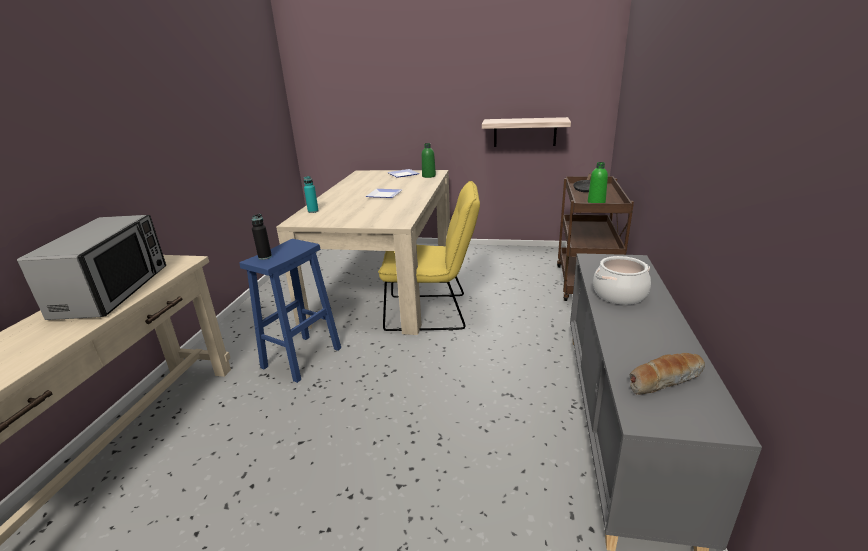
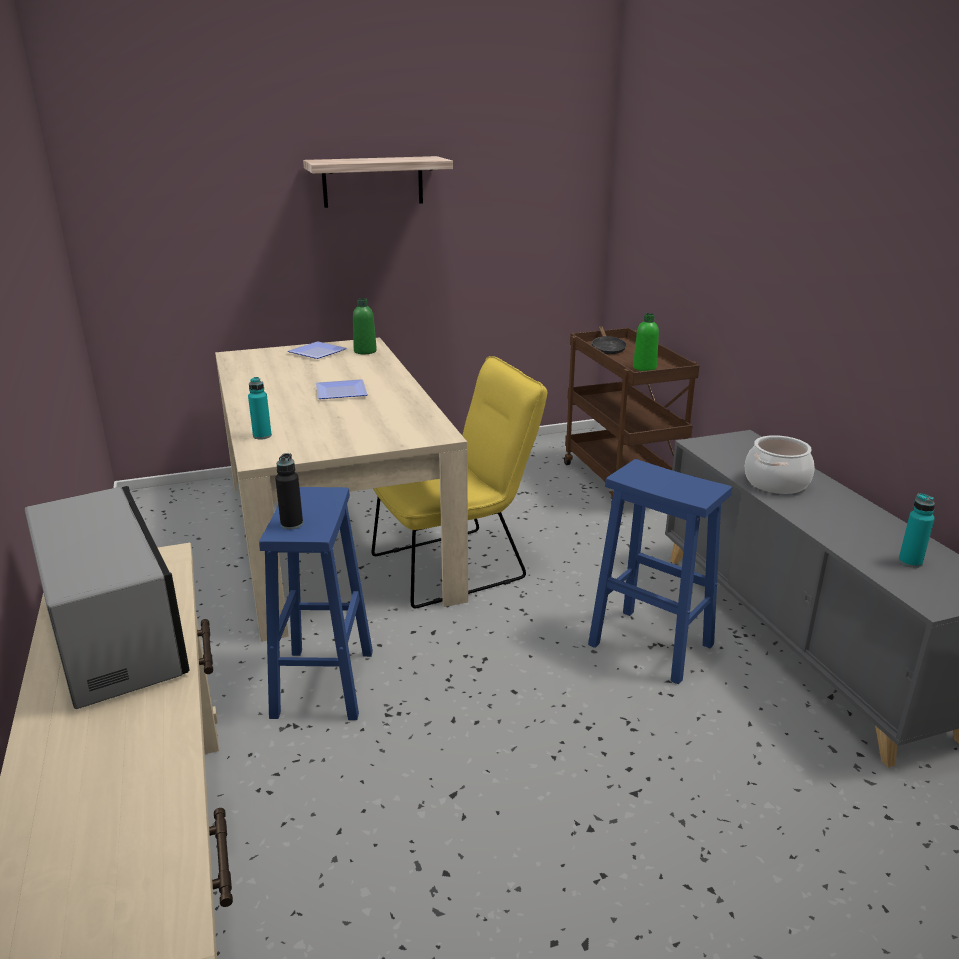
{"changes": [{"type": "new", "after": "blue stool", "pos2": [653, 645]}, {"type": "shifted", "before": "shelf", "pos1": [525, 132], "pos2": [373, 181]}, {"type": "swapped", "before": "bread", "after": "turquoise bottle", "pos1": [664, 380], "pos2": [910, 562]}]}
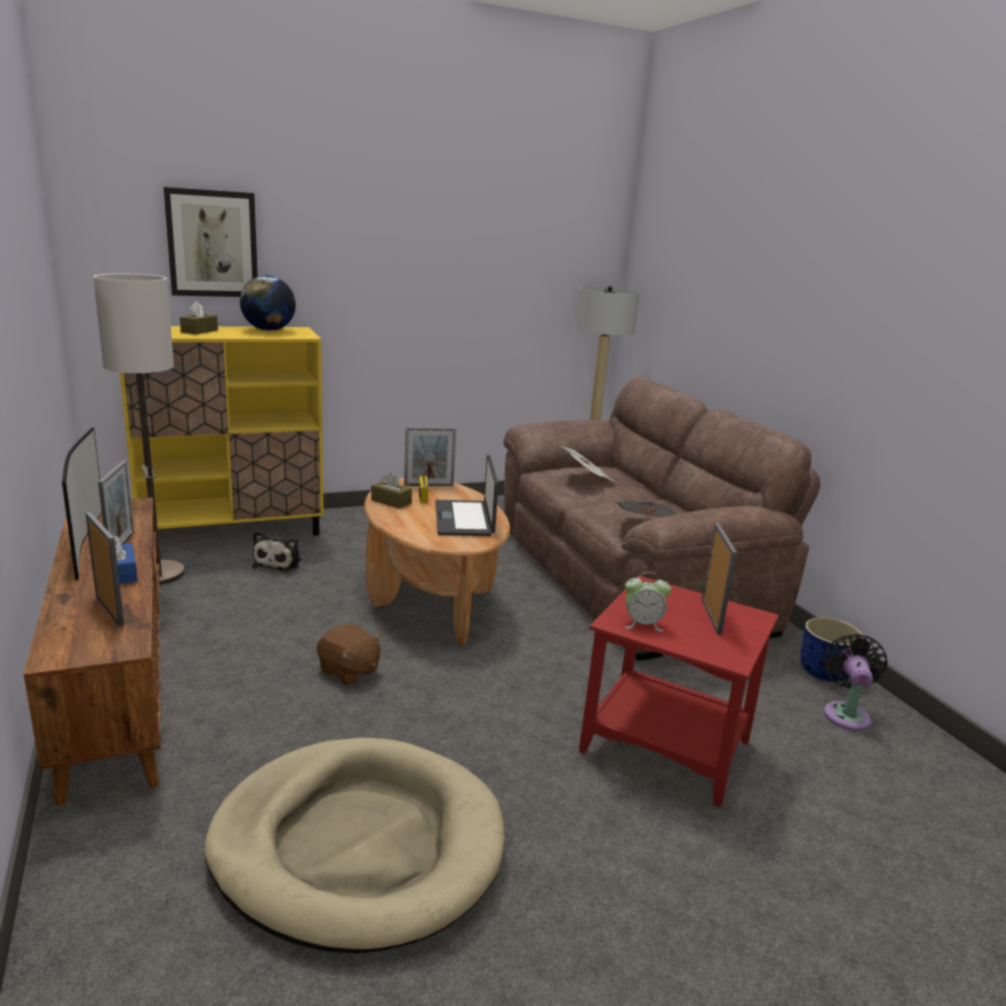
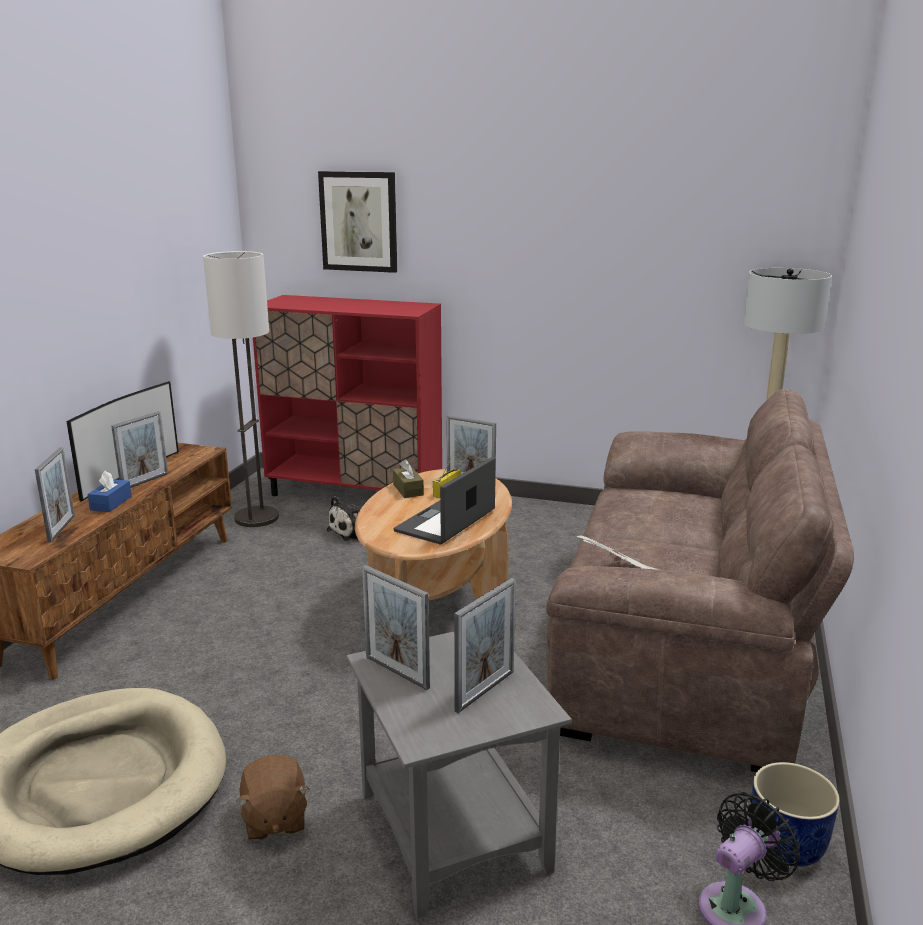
{"changes": [{"type": "gone", "before": "brown tissue box", "pos1": [199, 331]}, {"type": "gone", "before": "globe", "pos1": [268, 330]}, {"type": "gone", "before": "newspaper", "pos1": [586, 478]}, {"type": "shifted", "before": "brown plush toy", "pos1": [349, 672], "pos2": [274, 819]}, {"type": "swapped", "before": "alarm clock", "after": "picture frame", "pos1": [642, 624], "pos2": [397, 672]}, {"type": "repainted", "before": "yellow cabinet", "after": "red cabinet", "pos1": [233, 530], "pos2": [355, 493]}, {"type": "repainted", "before": "red side table", "after": "grey side table", "pos1": [664, 747], "pos2": [450, 832]}]}
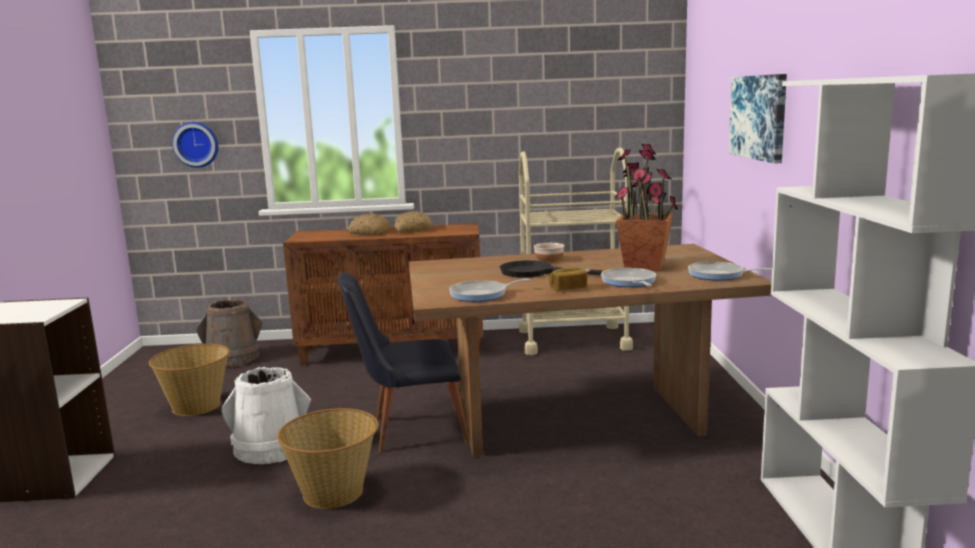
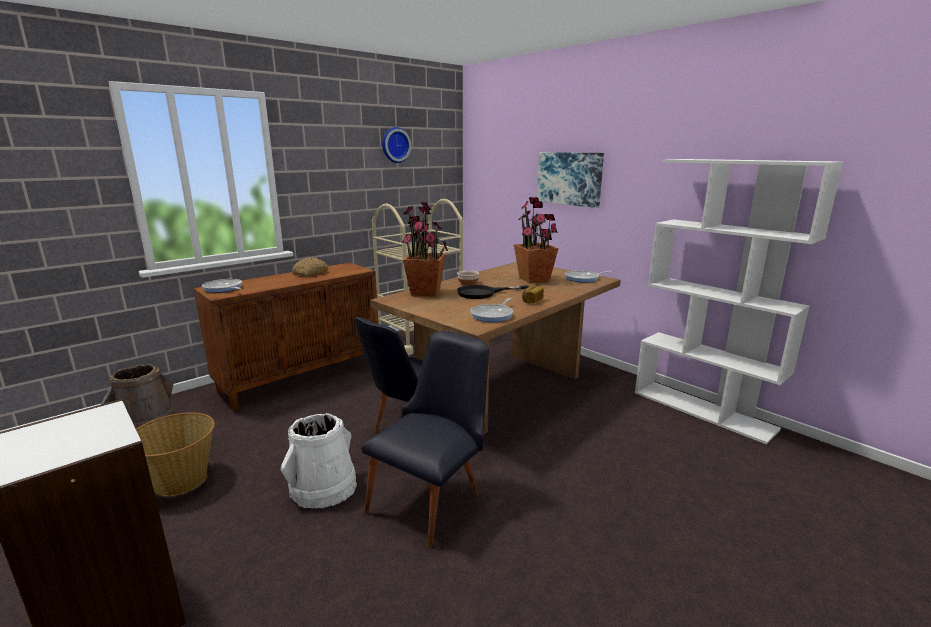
{"changes": [{"type": "gone", "before": "bread", "pos1": [369, 232]}, {"type": "new", "after": "potted plant", "pos2": [425, 292]}, {"type": "shifted", "before": "wall clock", "pos1": [197, 144], "pos2": [395, 145]}, {"type": "shifted", "before": "frying pan", "pos1": [629, 282], "pos2": [223, 289]}, {"type": "swapped", "before": "basket", "after": "black chair", "pos1": [334, 492], "pos2": [432, 498]}]}
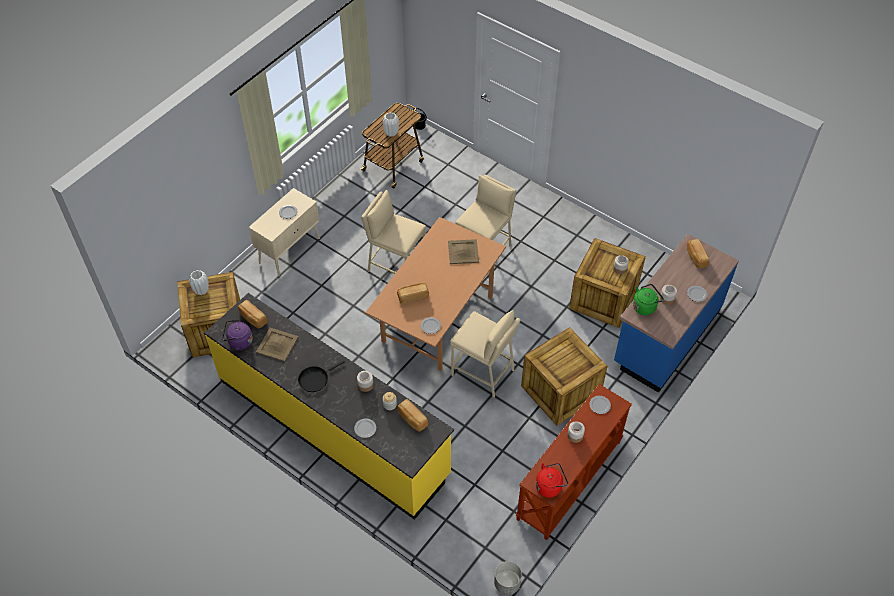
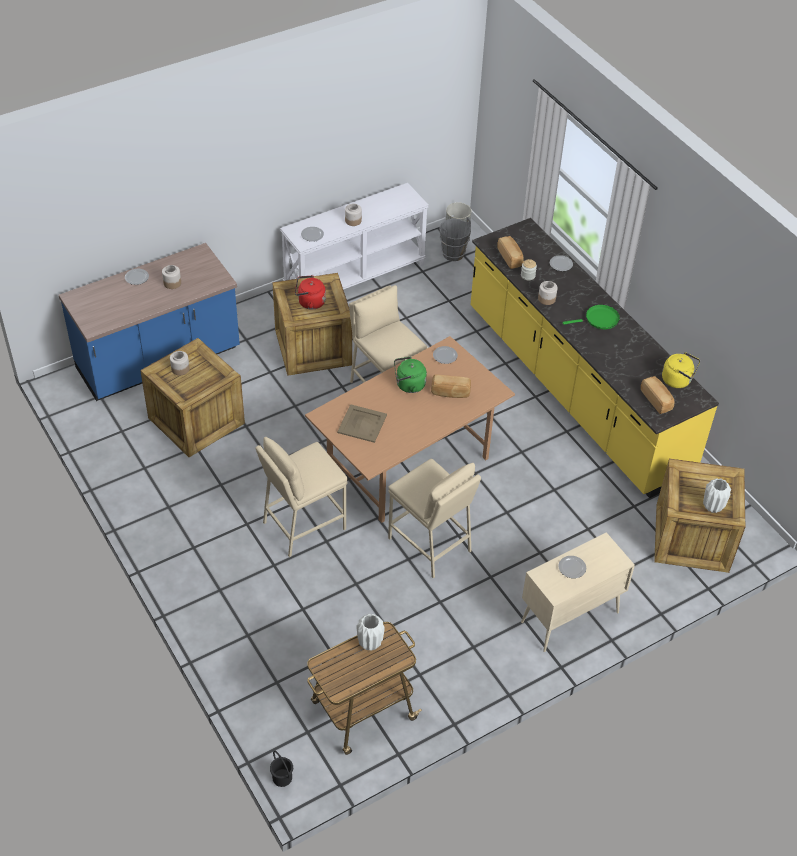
{"changes": [{"type": "gone", "before": "beige tray", "pos1": [277, 344]}, {"type": "gone", "before": "bread", "pos1": [695, 257]}, {"type": "new", "after": "grey bucket", "pos2": [453, 254]}, {"type": "shifted", "before": "red kettle", "pos1": [550, 486], "pos2": [309, 302]}, {"type": "shifted", "before": "green kettle", "pos1": [645, 306], "pos2": [408, 385]}, {"type": "repainted", "before": "purple kettle", "after": "yellow kettle", "pos1": [239, 342], "pos2": [678, 380]}, {"type": "repainted", "before": "black frying pan", "after": "green frying pan", "pos1": [315, 379], "pos2": [599, 319]}, {"type": "repainted", "before": "brown console table", "after": "white console table", "pos1": [570, 480], "pos2": [354, 276]}]}
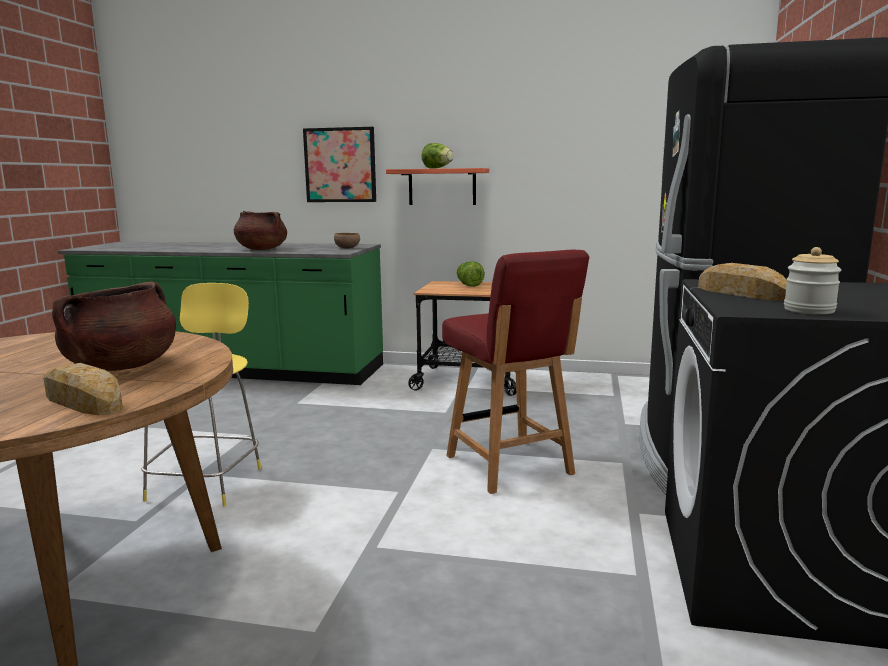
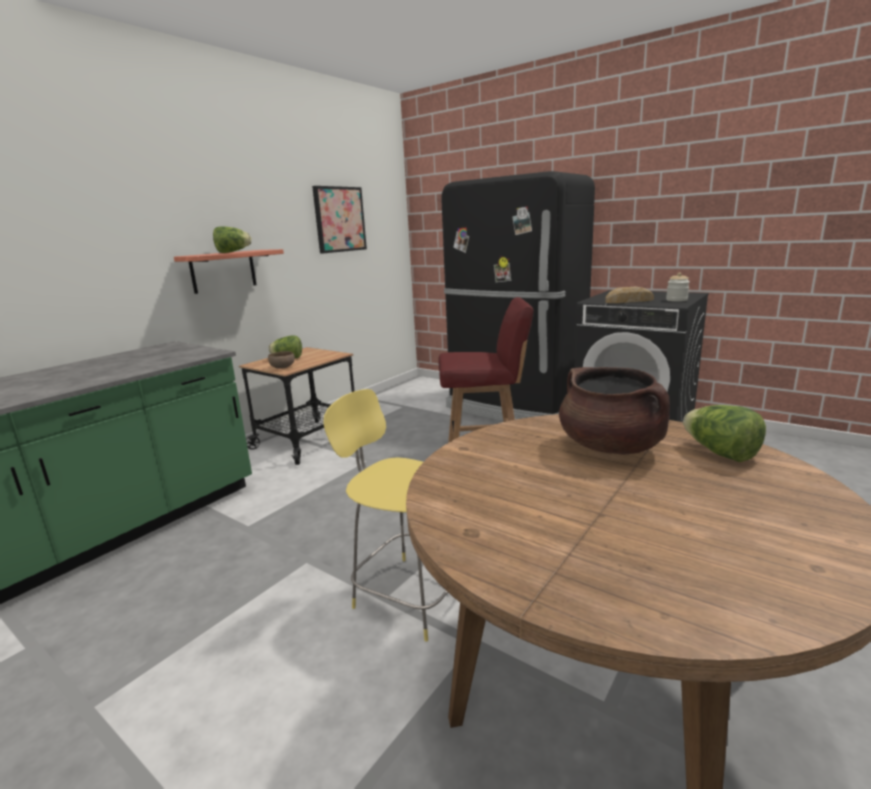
{"changes": [{"type": "gone", "before": "brown cooking pot", "pos1": [261, 249]}, {"type": "shifted", "before": "picture", "pos1": [340, 165], "pos2": [339, 219]}, {"type": "shifted", "before": "brown bowl", "pos1": [348, 248], "pos2": [283, 367]}, {"type": "swapped", "before": "bread", "after": "lettuce", "pos1": [83, 401], "pos2": [720, 453]}]}
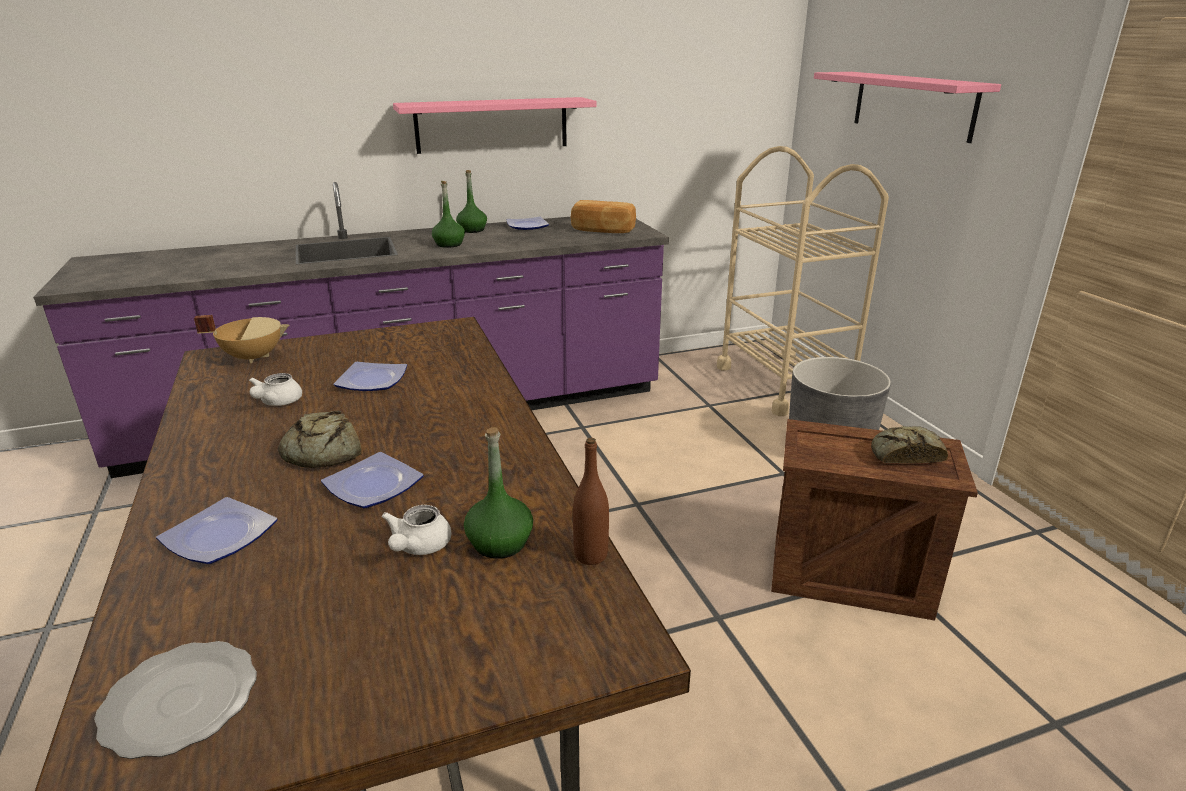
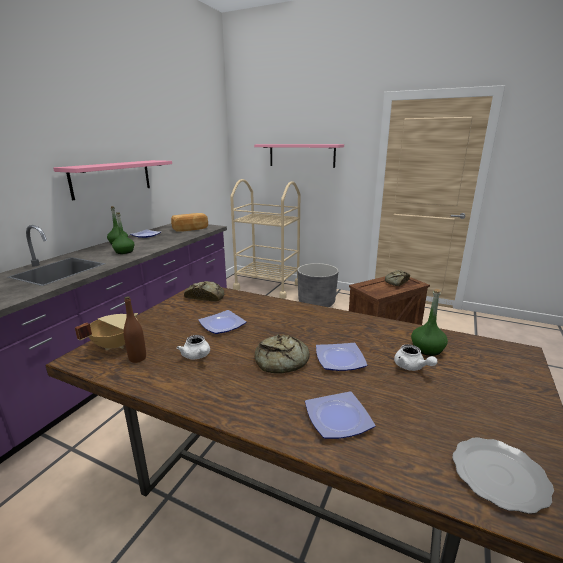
{"changes": [{"type": "new", "after": "bread", "pos2": [205, 296]}, {"type": "shifted", "before": "brown bottle", "pos1": [591, 555], "pos2": [137, 358]}]}
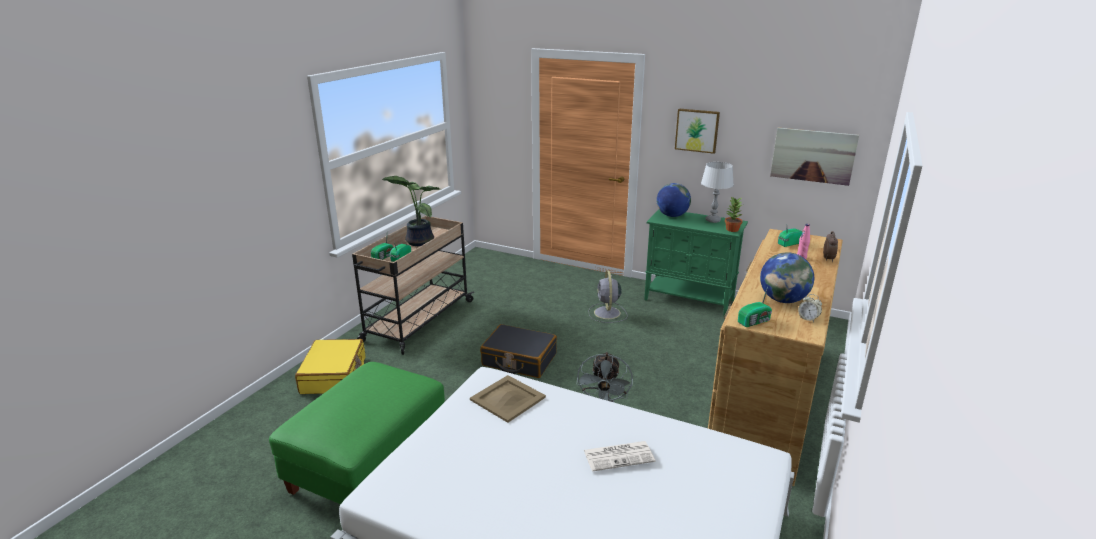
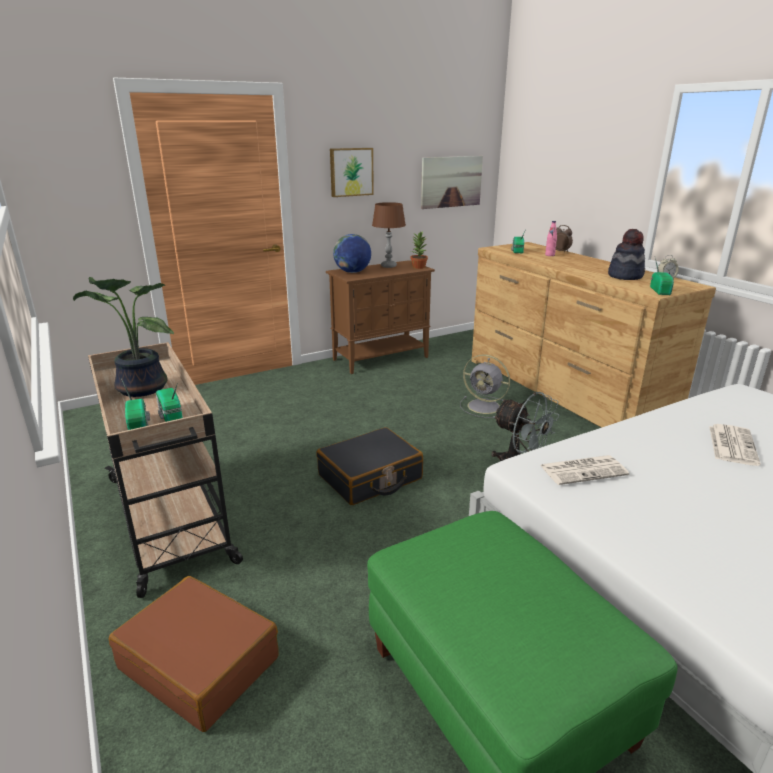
{"changes": [{"type": "shifted", "before": "grey fan", "pos1": [607, 313], "pos2": [485, 407]}, {"type": "swapped", "before": "beige tray", "after": "newspaper", "pos1": [508, 398], "pos2": [584, 470]}, {"type": "swapped", "before": "globe", "after": "hat", "pos1": [783, 300], "pos2": [625, 276]}, {"type": "repainted", "before": "yellow suitcase", "after": "brown suitcase", "pos1": [334, 375], "pos2": [200, 662]}, {"type": "repainted", "before": "green cabinet", "after": "brown cabinet", "pos1": [690, 300], "pos2": [381, 358]}, {"type": "repainted", "before": "grey table lamp", "after": "brown table lamp", "pos1": [713, 220], "pos2": [388, 266]}]}
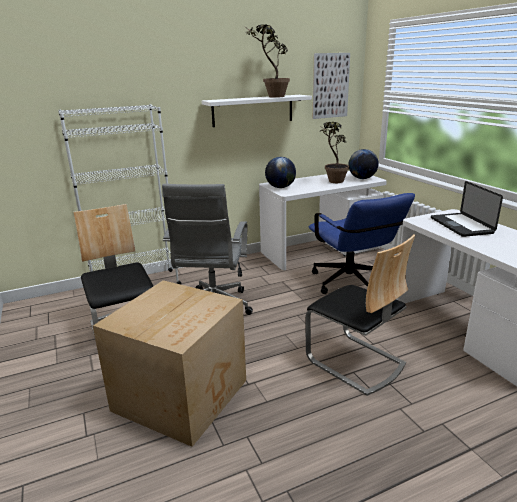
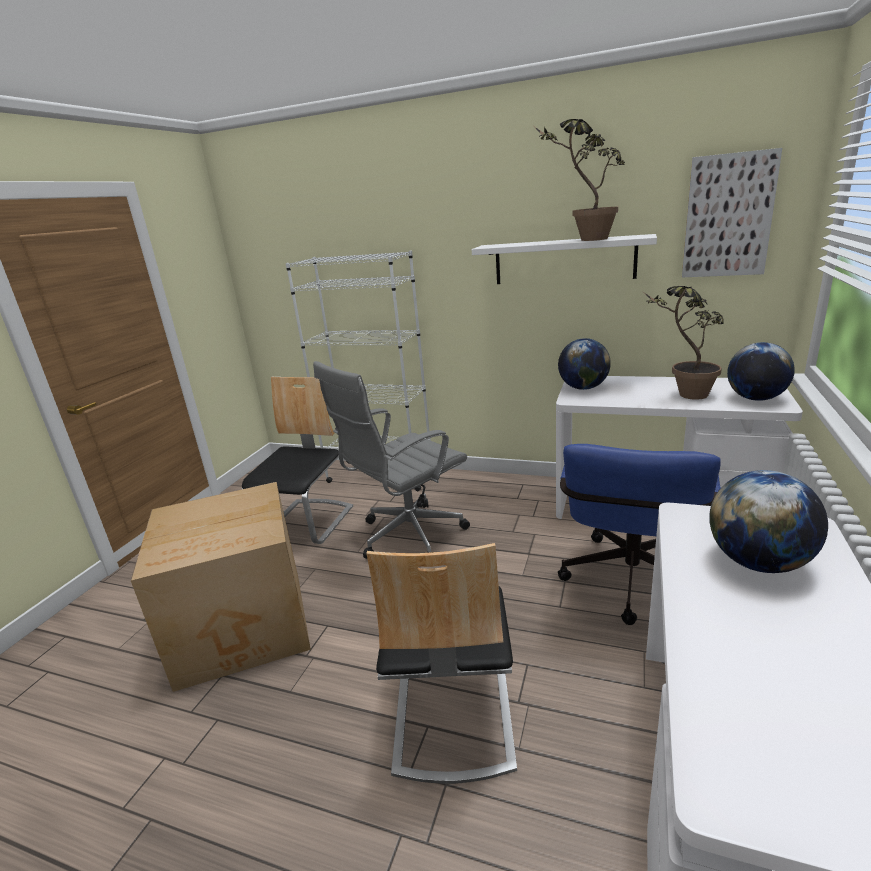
{"changes": [{"type": "swapped", "before": "laptop", "after": "globe", "pos1": [461, 225], "pos2": [758, 562]}]}
